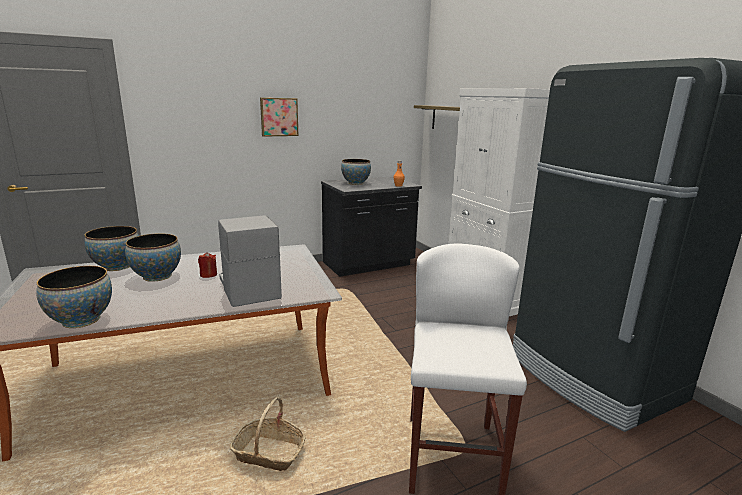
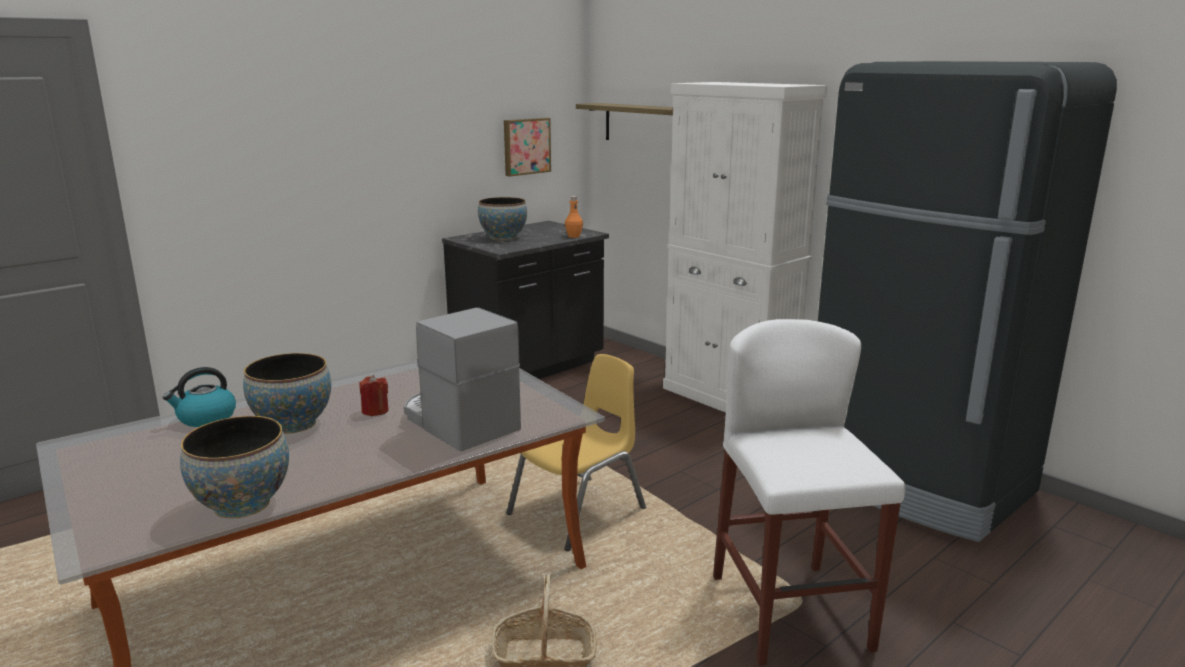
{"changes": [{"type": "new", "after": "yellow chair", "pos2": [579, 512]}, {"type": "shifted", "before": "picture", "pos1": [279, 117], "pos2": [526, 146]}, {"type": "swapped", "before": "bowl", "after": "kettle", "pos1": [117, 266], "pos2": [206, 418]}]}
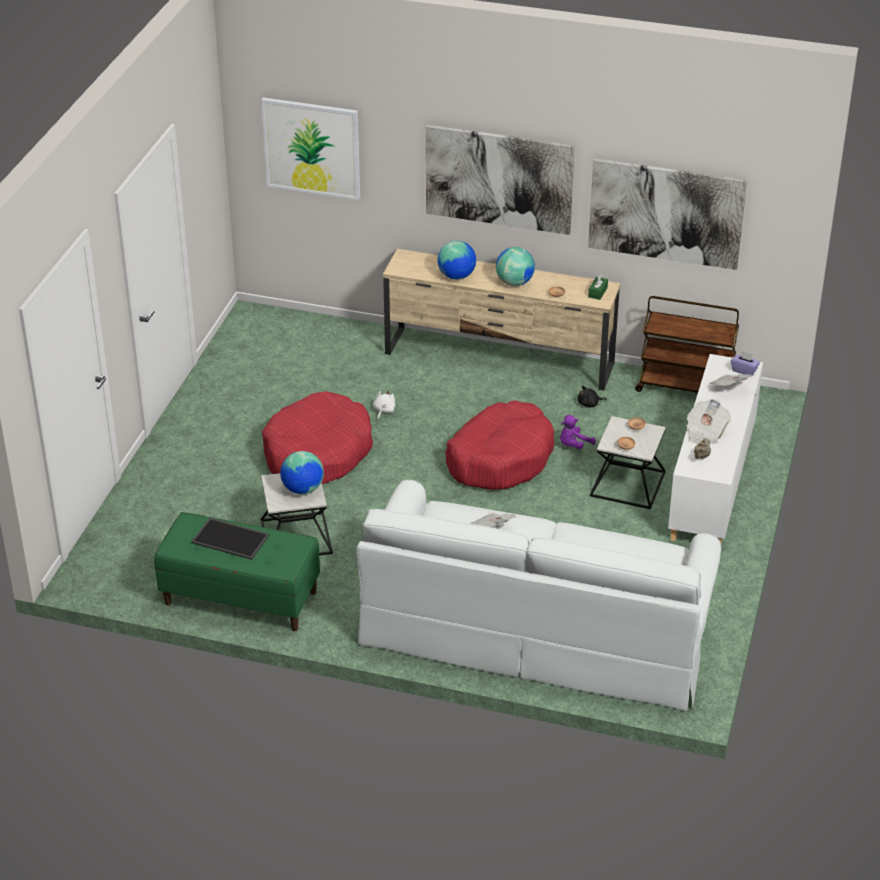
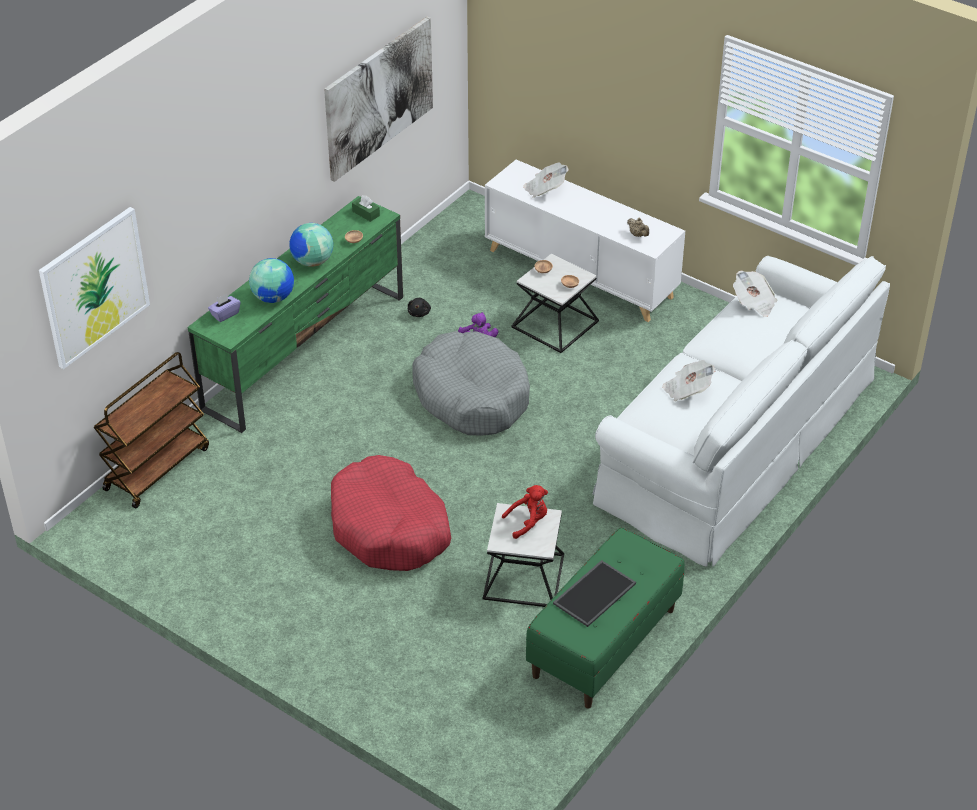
{"changes": [{"type": "gone", "before": "white plush toy", "pos1": [383, 411]}, {"type": "gone", "before": "picture", "pos1": [499, 179]}, {"type": "shifted", "before": "brown cart", "pos1": [685, 388], "pos2": [157, 468]}, {"type": "shifted", "before": "newspaper", "pos1": [705, 432], "pos2": [754, 303]}, {"type": "shifted", "before": "purple tissue box", "pos1": [744, 370], "pos2": [225, 314]}, {"type": "swapped", "before": "globe", "after": "red plush toy", "pos1": [303, 489], "pos2": [528, 522]}, {"type": "repainted", "before": "beige tv stand", "after": "green tv stand", "pos1": [500, 359], "pos2": [306, 351]}, {"type": "repainted", "before": "red dog bed", "after": "grey dog bed", "pos1": [500, 458], "pos2": [472, 396]}]}
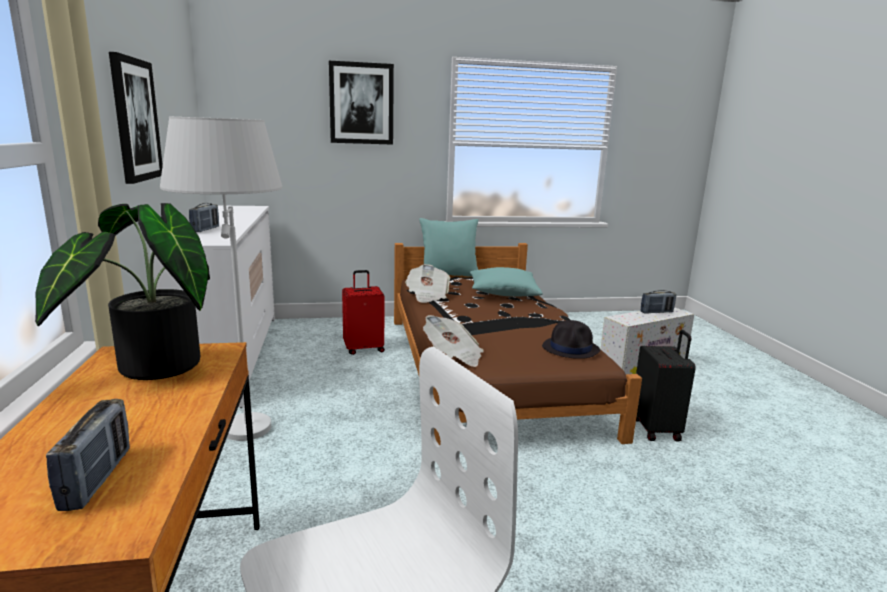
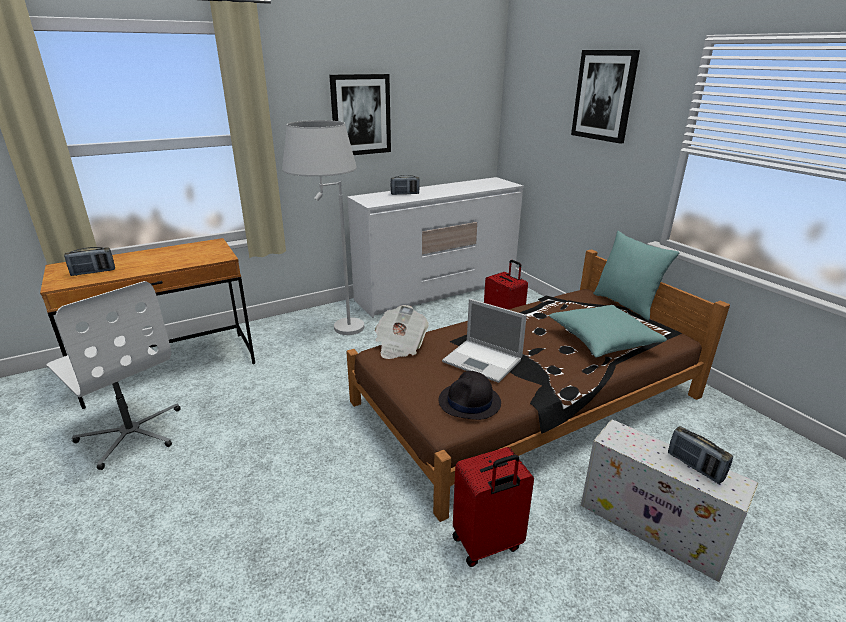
{"changes": [{"type": "gone", "before": "potted plant", "pos1": [149, 367]}, {"type": "gone", "before": "newspaper", "pos1": [427, 296]}, {"type": "new", "after": "laptop", "pos2": [483, 361]}, {"type": "repainted", "before": "black suitcase", "after": "red suitcase", "pos1": [657, 429], "pos2": [487, 544]}]}
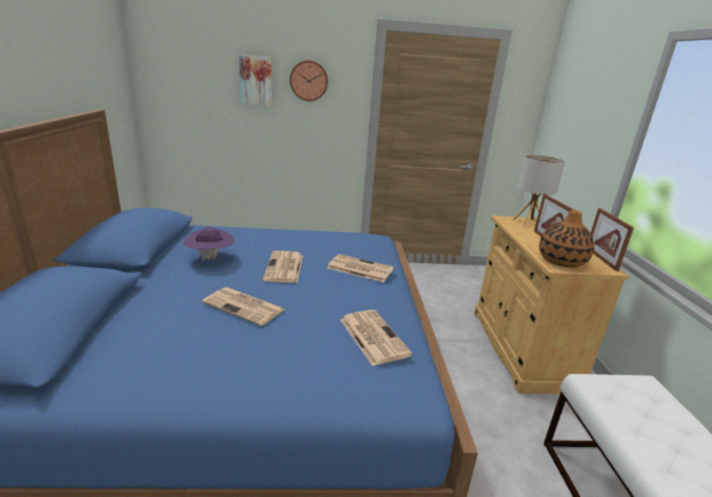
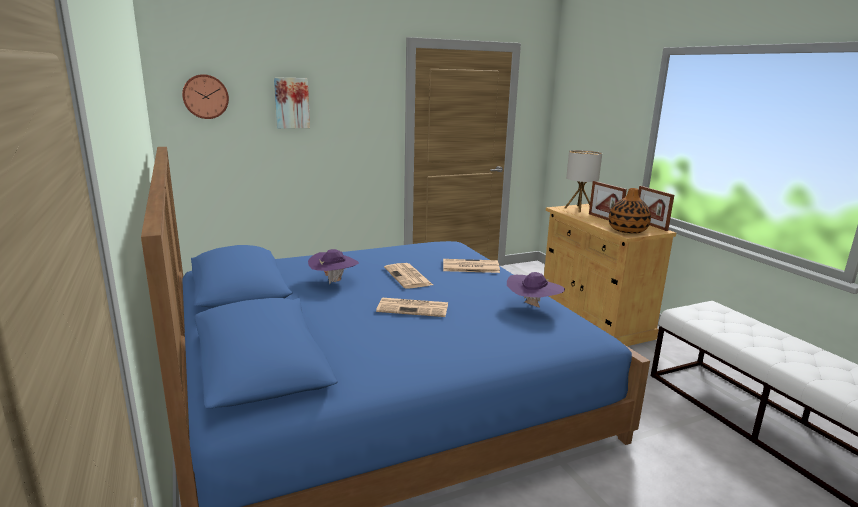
{"changes": [{"type": "shifted", "before": "wall clock", "pos1": [309, 81], "pos2": [205, 96]}, {"type": "swapped", "before": "newspaper", "after": "purple hat", "pos1": [372, 336], "pos2": [533, 307]}]}
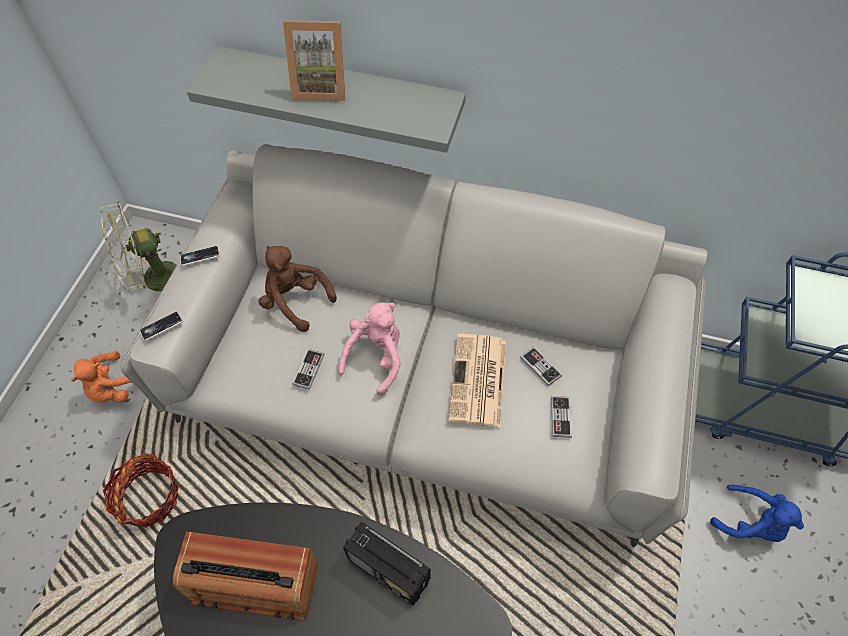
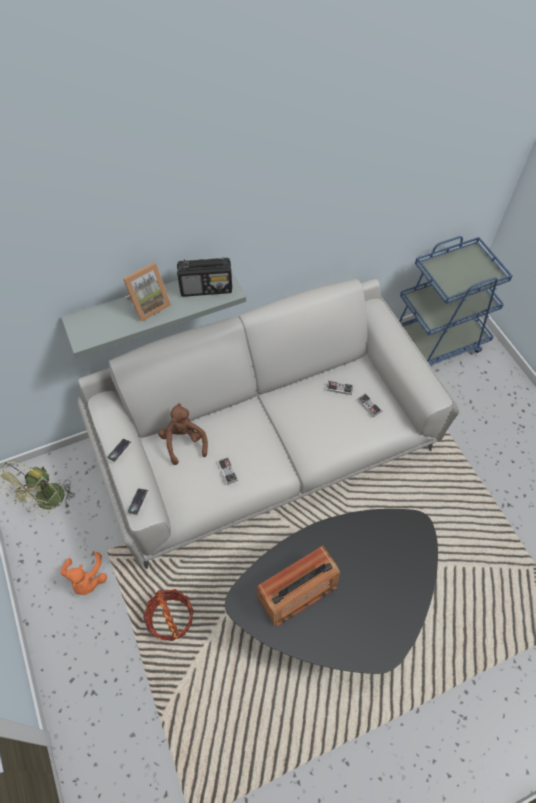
{"changes": [{"type": "gone", "before": "pink plush toy", "pos1": [376, 357]}, {"type": "gone", "before": "newspaper", "pos1": [478, 381]}, {"type": "gone", "before": "blue plush toy", "pos1": [750, 523]}, {"type": "shifted", "before": "radio", "pos1": [389, 570], "pos2": [207, 288]}, {"type": "rotated", "before": "brown plush toy", "pos1": [295, 301], "pos2": [184, 442], "turn": 75}]}
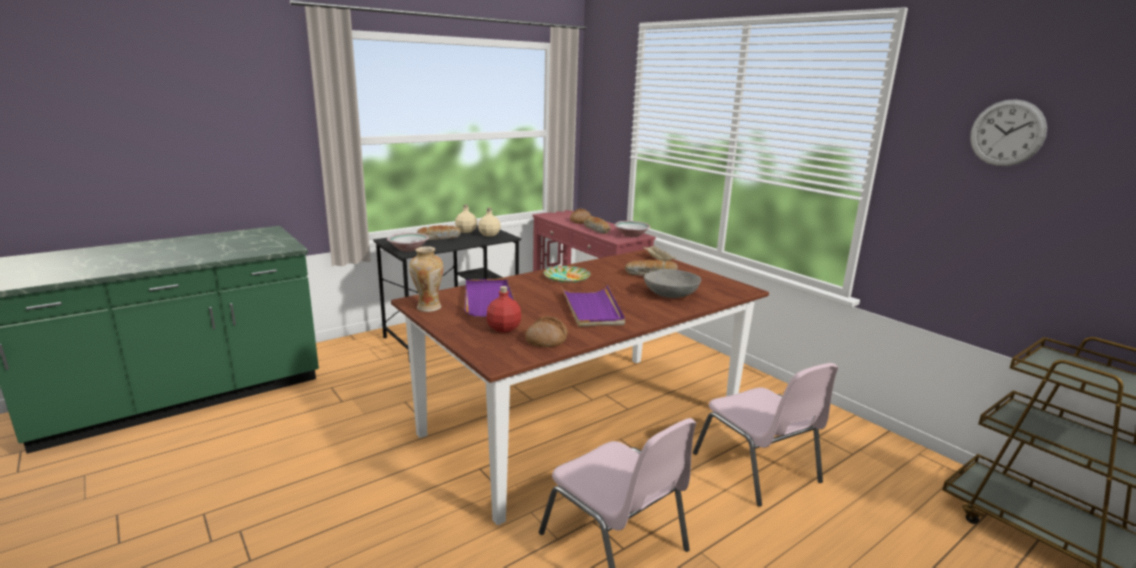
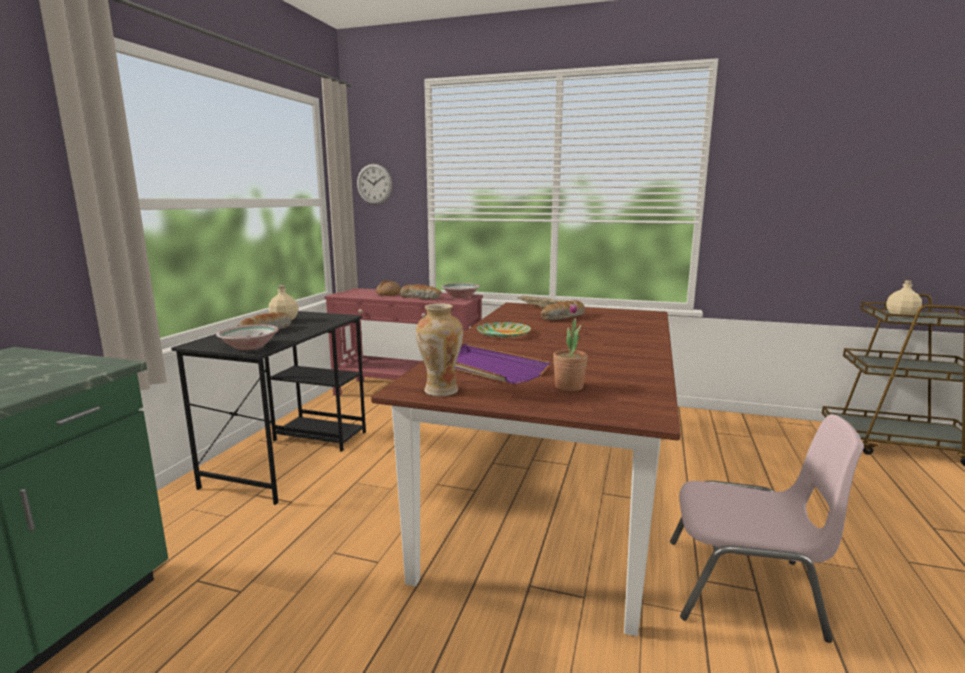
{"changes": [{"type": "gone", "before": "bread", "pos1": [546, 339]}, {"type": "gone", "before": "purple tray", "pos1": [592, 309]}, {"type": "gone", "before": "grey bowl", "pos1": [671, 294]}, {"type": "gone", "before": "pink chair", "pos1": [757, 468]}, {"type": "shifted", "before": "beige bottle", "pos1": [489, 235], "pos2": [902, 315]}, {"type": "shifted", "before": "wall clock", "pos1": [1007, 133], "pos2": [374, 184]}, {"type": "swapped", "before": "red bottle", "after": "potted plant", "pos1": [504, 328], "pos2": [569, 386]}]}
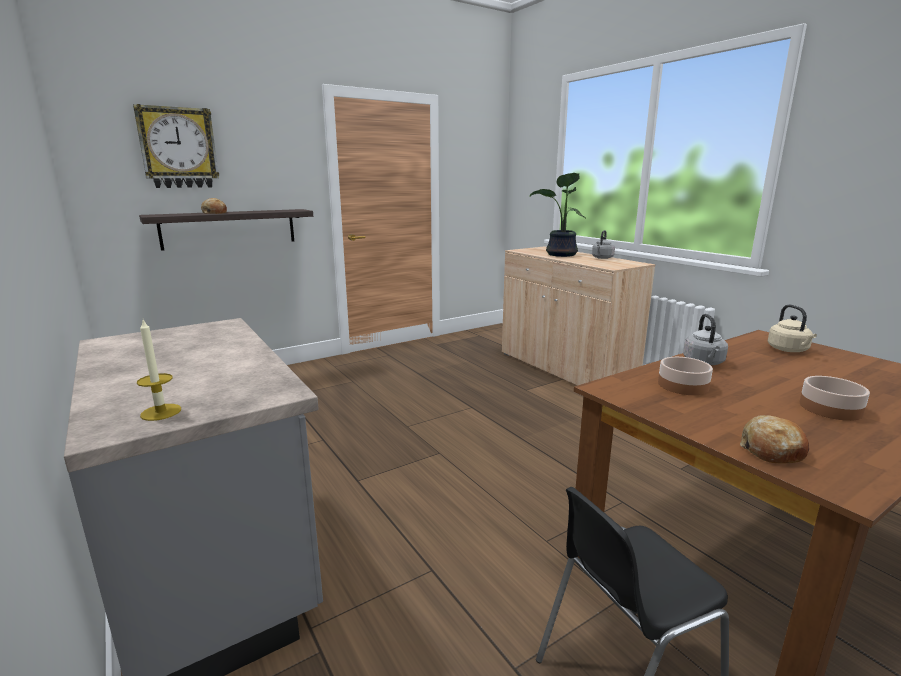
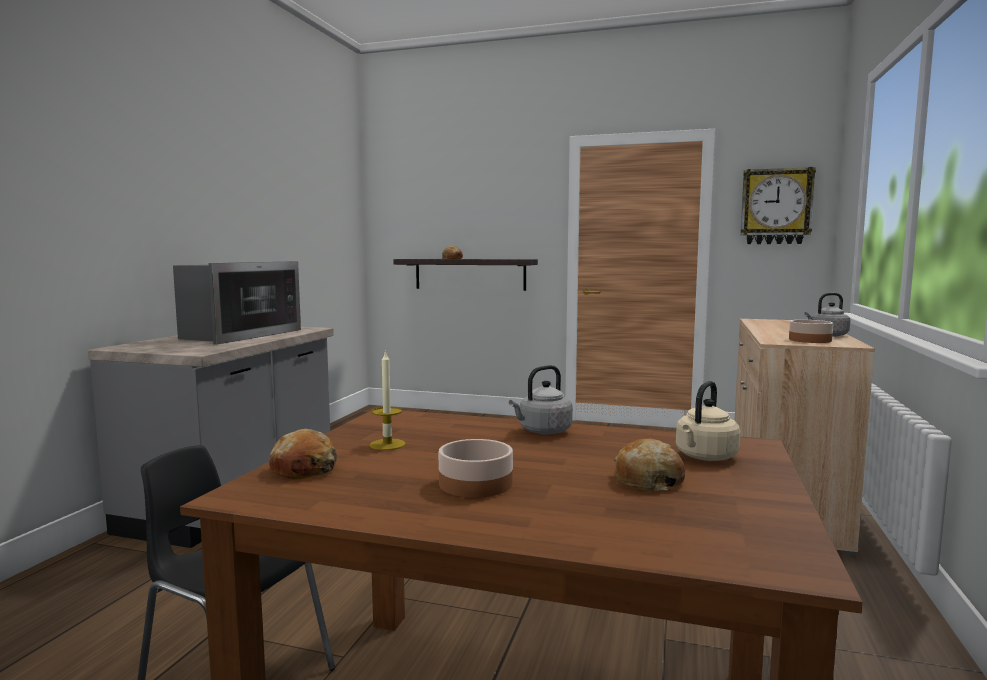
{"changes": [{"type": "gone", "before": "potted plant", "pos1": [560, 255]}, {"type": "new", "after": "microwave", "pos2": [238, 335]}, {"type": "new", "after": "bread", "pos2": [647, 480]}, {"type": "shifted", "before": "wall clock", "pos1": [178, 148], "pos2": [776, 206]}, {"type": "shifted", "before": "candle", "pos1": [161, 412], "pos2": [387, 444]}, {"type": "shifted", "before": "bowl", "pos1": [683, 386], "pos2": [809, 340]}]}
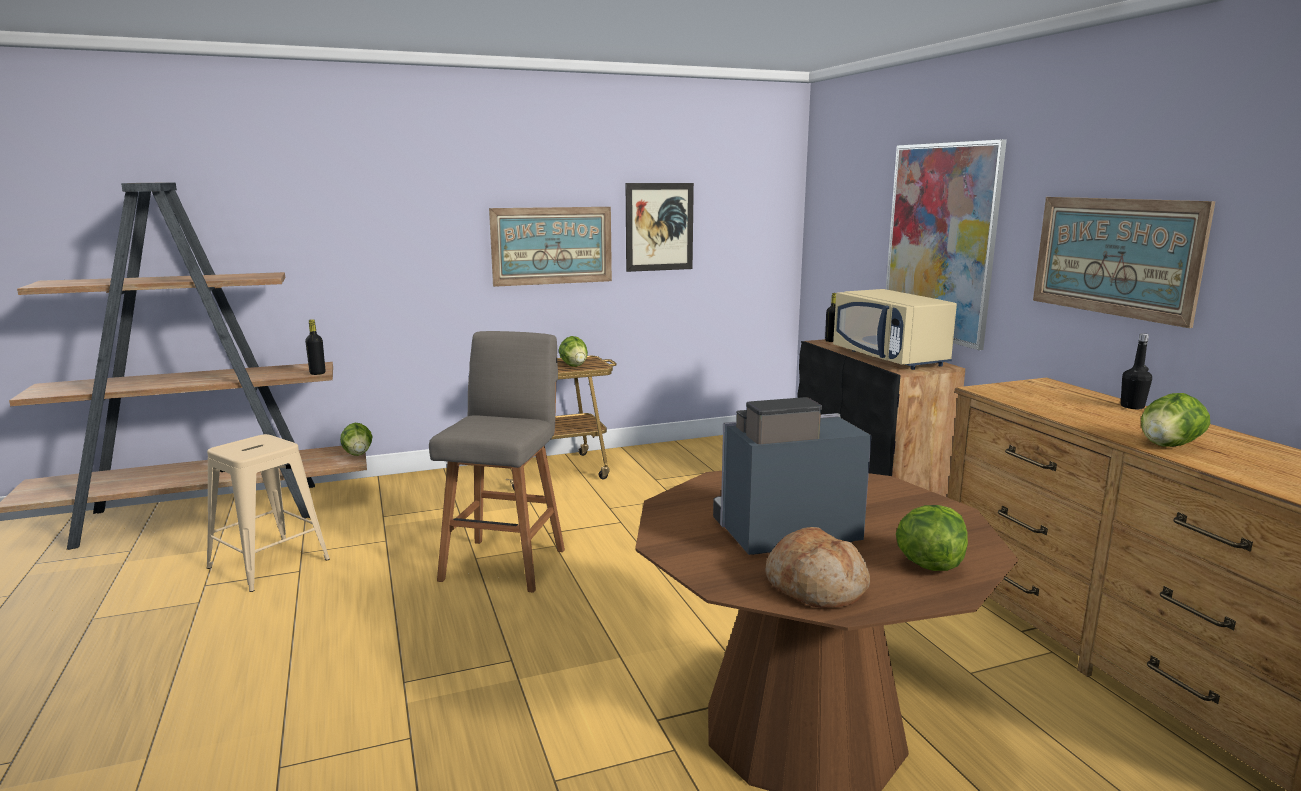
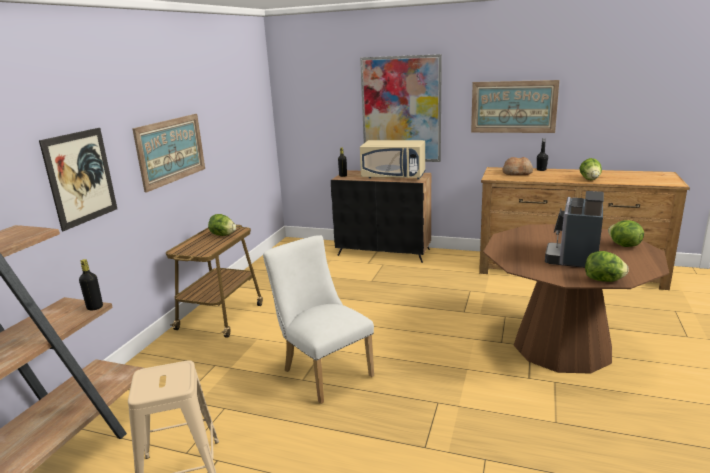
{"changes": [{"type": "shifted", "before": "lettuce", "pos1": [358, 454], "pos2": [604, 280]}, {"type": "shifted", "before": "picture", "pos1": [659, 227], "pos2": [80, 177]}, {"type": "shifted", "before": "bread", "pos1": [816, 587], "pos2": [517, 173]}, {"type": "swapped", "before": "grey stool", "after": "white chair", "pos1": [505, 562], "pos2": [323, 371]}]}
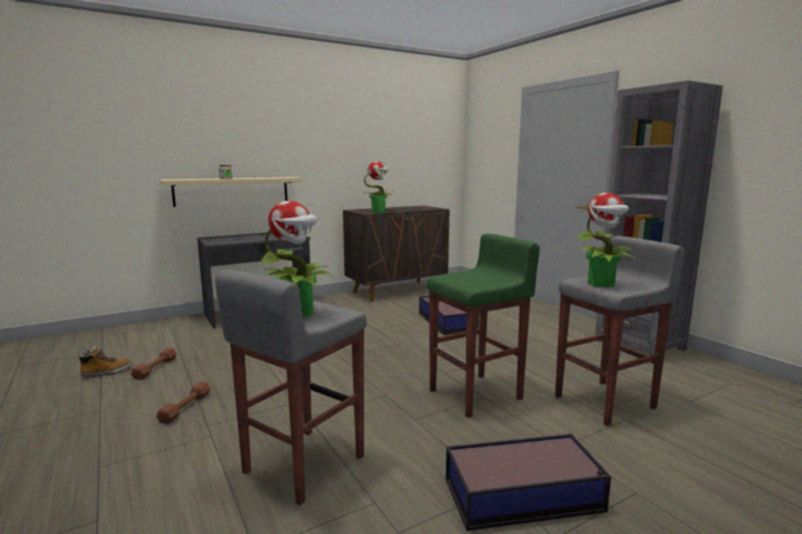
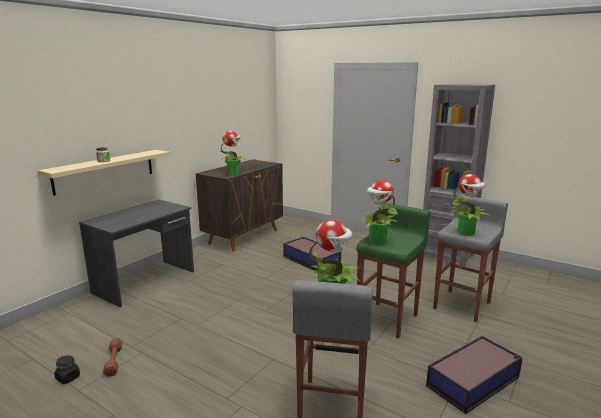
{"changes": [{"type": "gone", "before": "brown dumbbell", "pos1": [185, 407]}, {"type": "new", "after": "potted plant", "pos2": [377, 241]}, {"type": "swapped", "before": "boot", "after": "black jar", "pos1": [106, 372], "pos2": [68, 378]}]}
